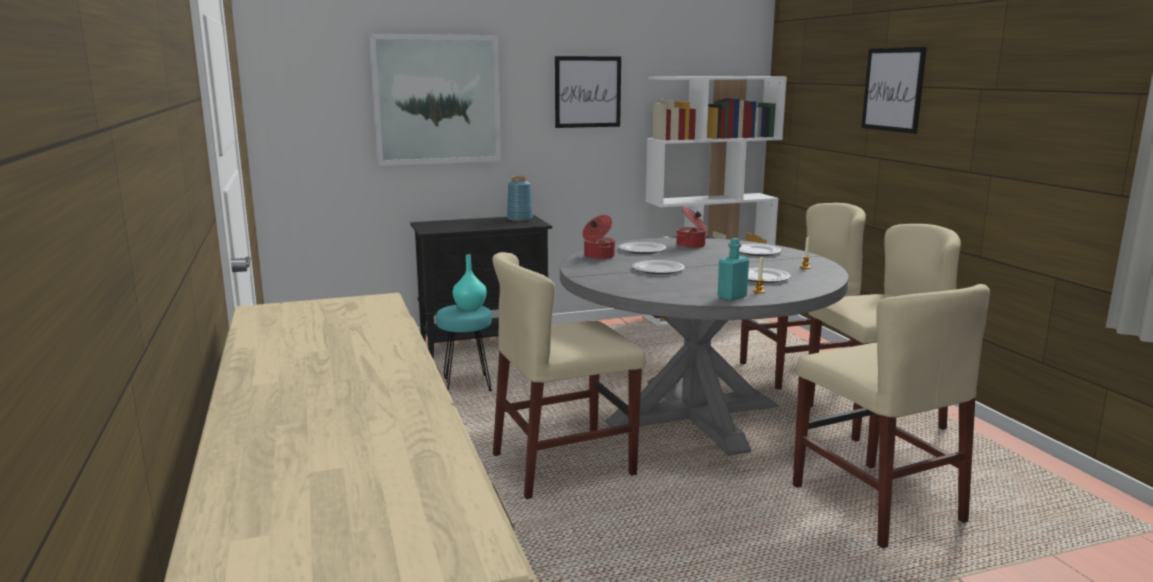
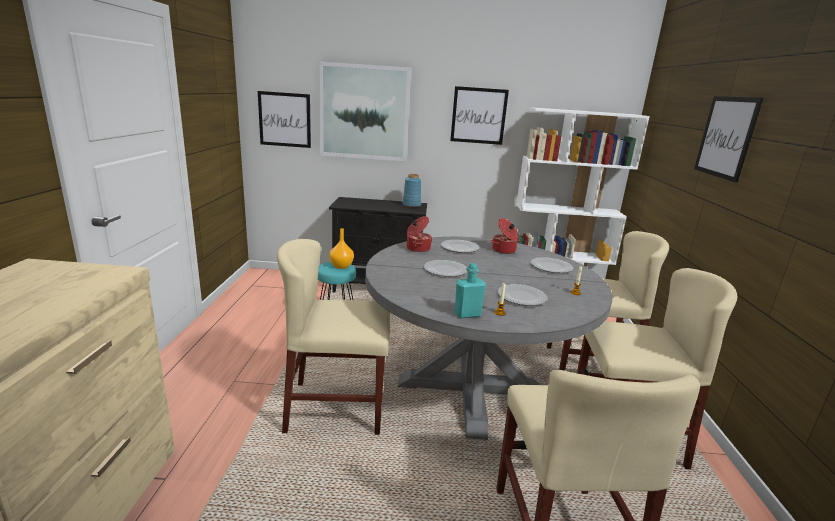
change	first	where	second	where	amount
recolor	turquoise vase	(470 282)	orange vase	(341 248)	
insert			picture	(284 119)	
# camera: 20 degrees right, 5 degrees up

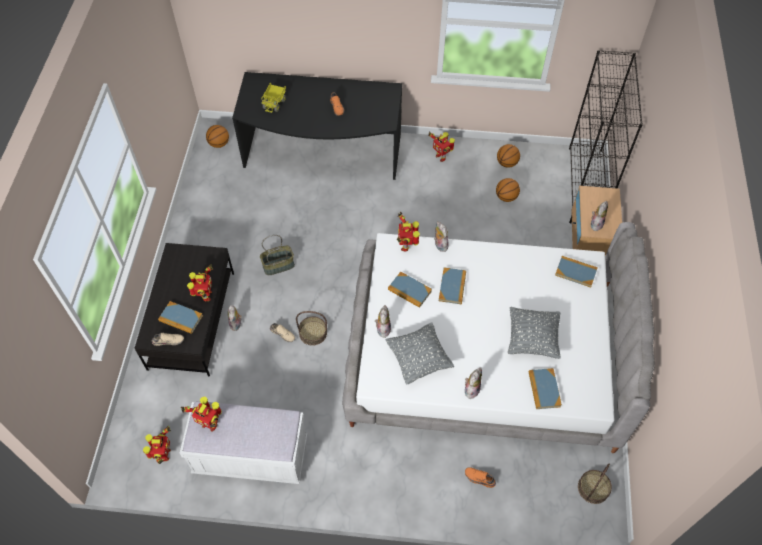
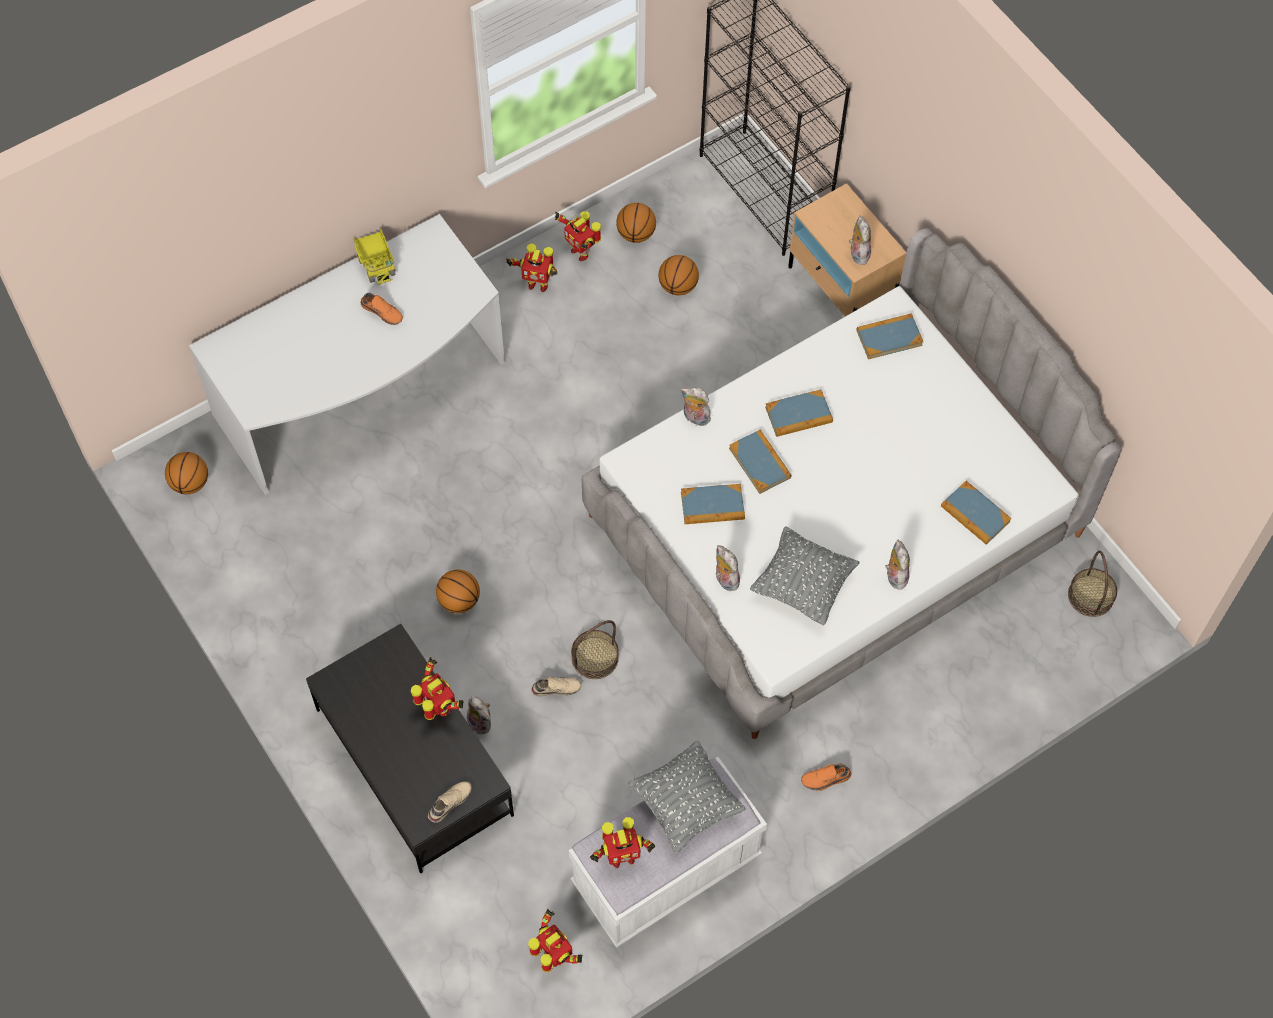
change	first	where	second	where	amount
move	book	(180 317)		(799 413)	
recolor	black desk	(317 126)	white desk	(347 354)	
replace	basket	(277 255)	basketball	(458 591)	
move	toy truck	(273 98)		(375 257)	
move	toy robot	(408 232)		(578 236)	
move	orange shoe	(480 477)		(826 777)	
move	grey pillow	(534 333)		(687 797)	
# camera: 40 degrees left, 5 degrees up

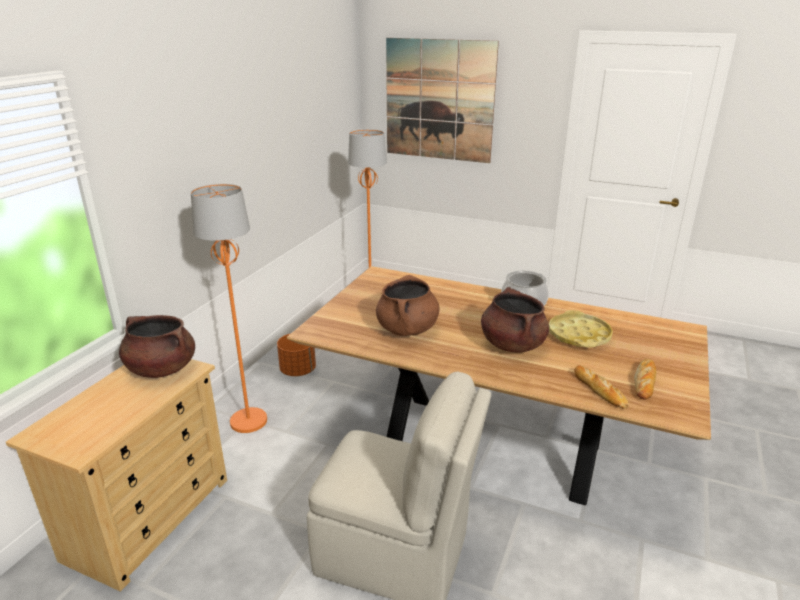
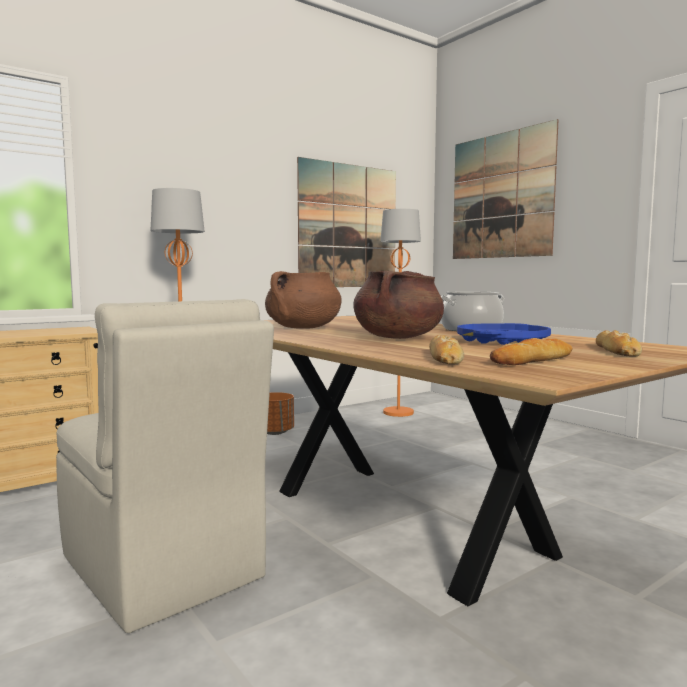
change	first	where	second	where	amount
delete	brown cooking pot	(157 346)			
recolor	yellow tray	(581 328)	blue tray	(504 334)	
insert			picture	(346 222)	
insert			bread	(619 343)	
# camera: 30 degrees right, 20 degrees down

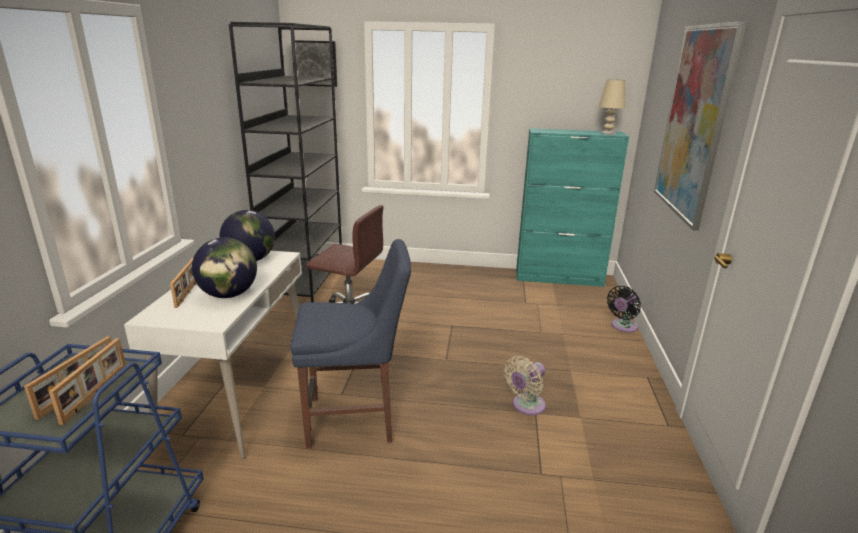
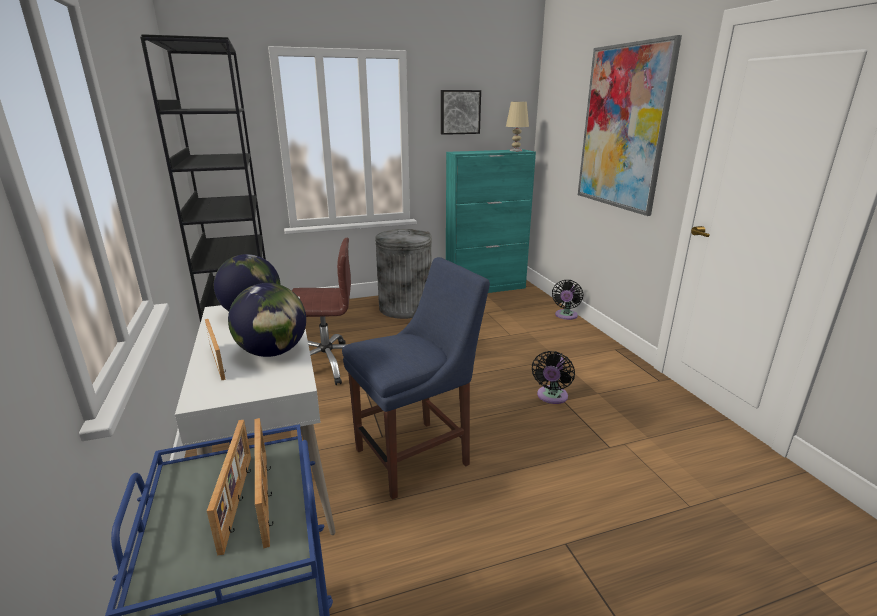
change	first	where	second	where	amount
move	picture	(316 63)		(461 112)	
recolor	beige fan	(525 385)	black fan	(553 377)	
insert			grey trash can	(403 274)	
# camera: 25 degrees left, 0 degrees up

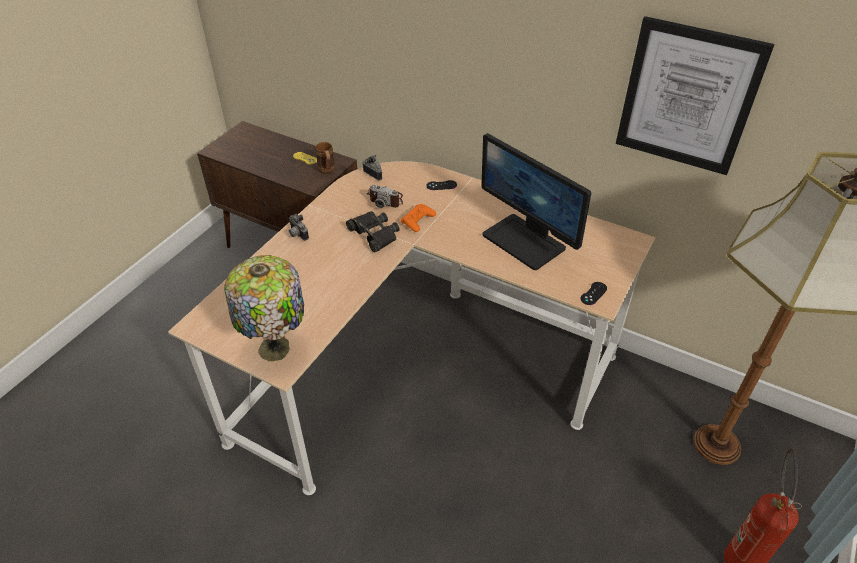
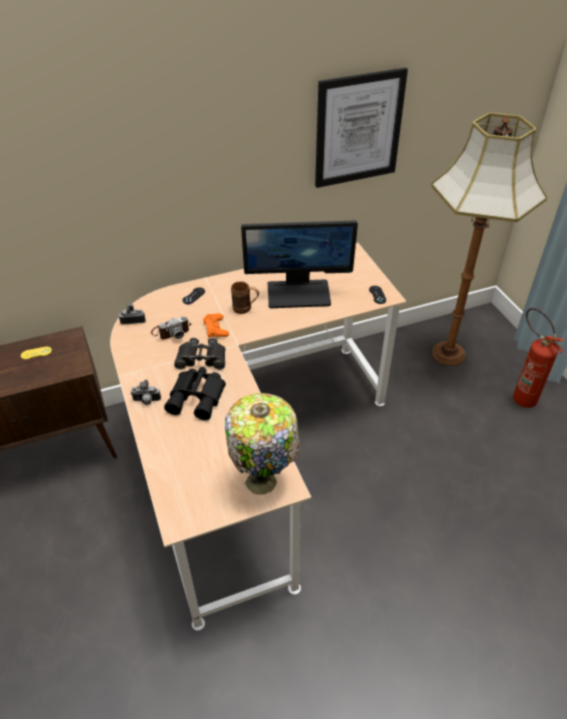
change	first	where	second	where	amount
move	brown mug	(325 158)		(245 297)	
insert			black binoculars	(195 394)	
# camera: 50 degrees left, 0 degrees up

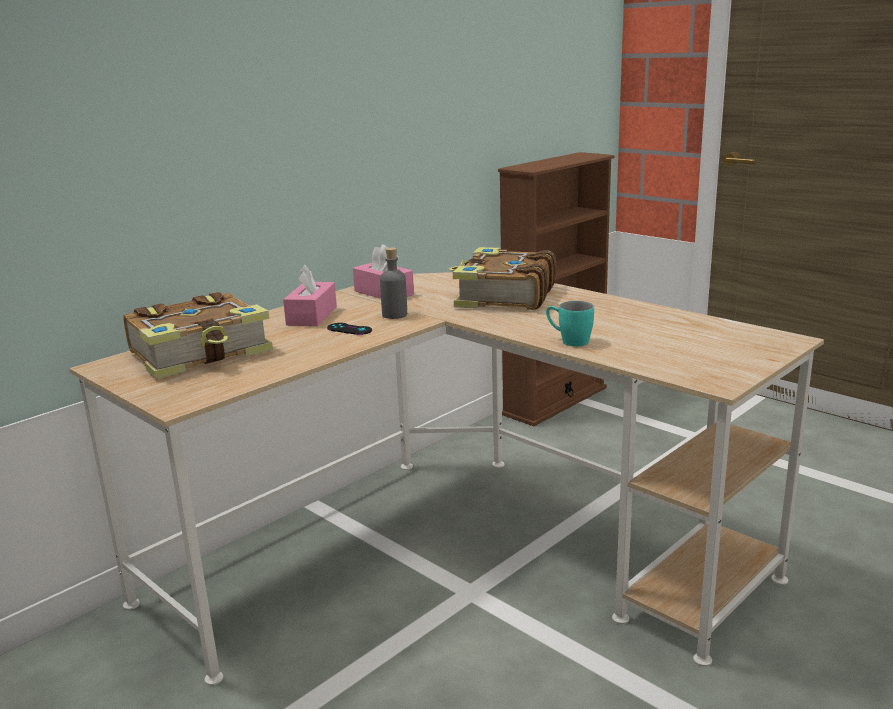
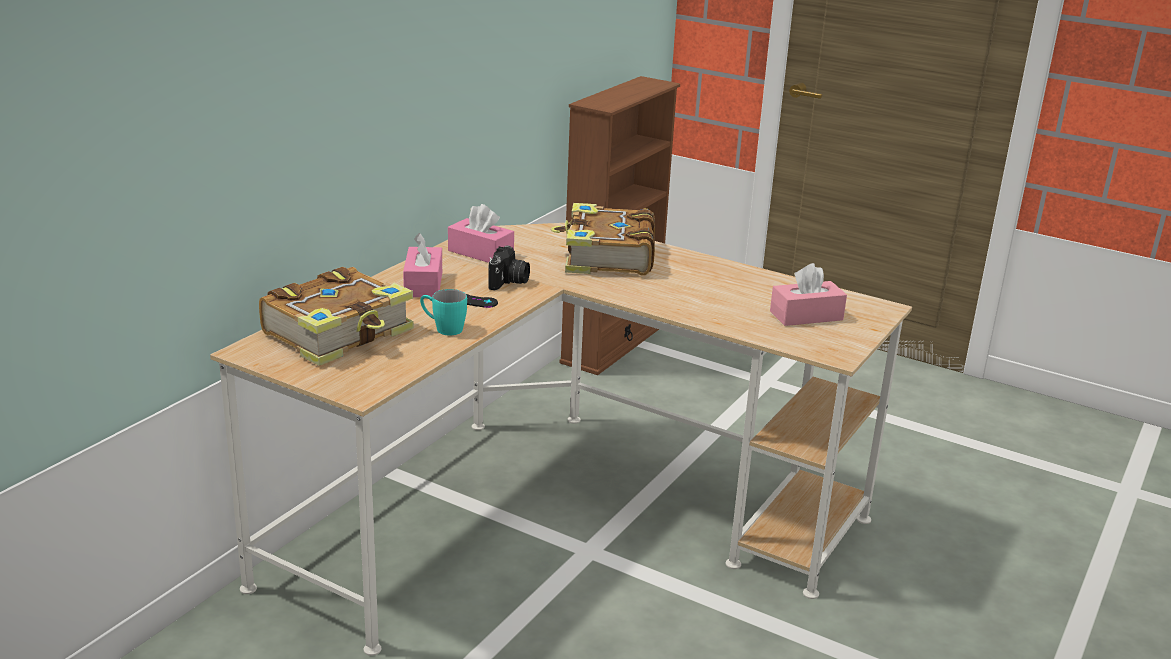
change	first	where	second	where	amount
replace	grey bottle	(393 283)	photo camera	(509 268)	
move	turquoise mug	(570 323)		(443 312)	
insert			pink tissue box	(808 294)	
# camera: 15 degrees left, 5 degrees up

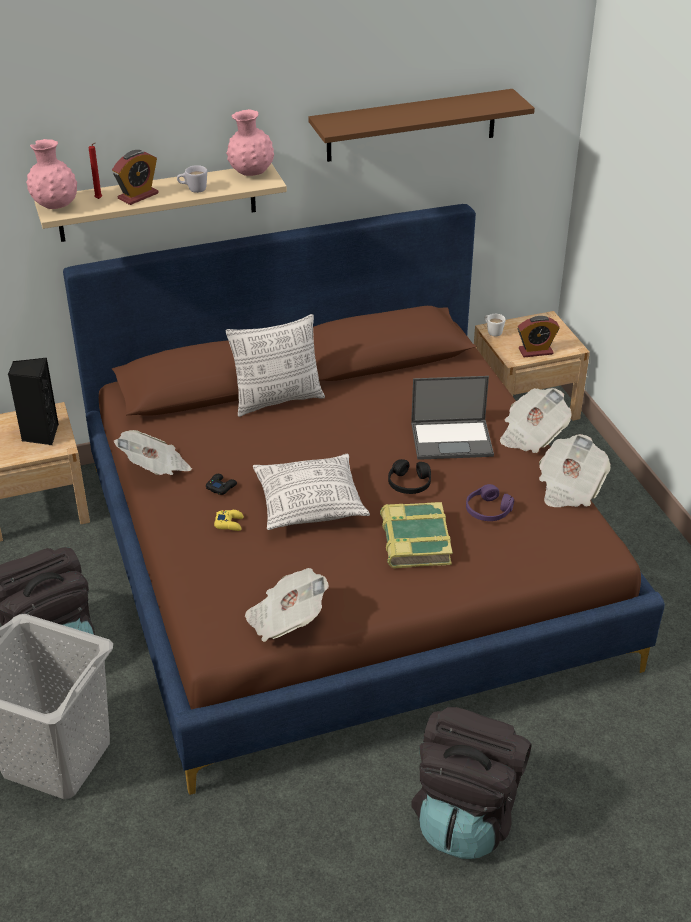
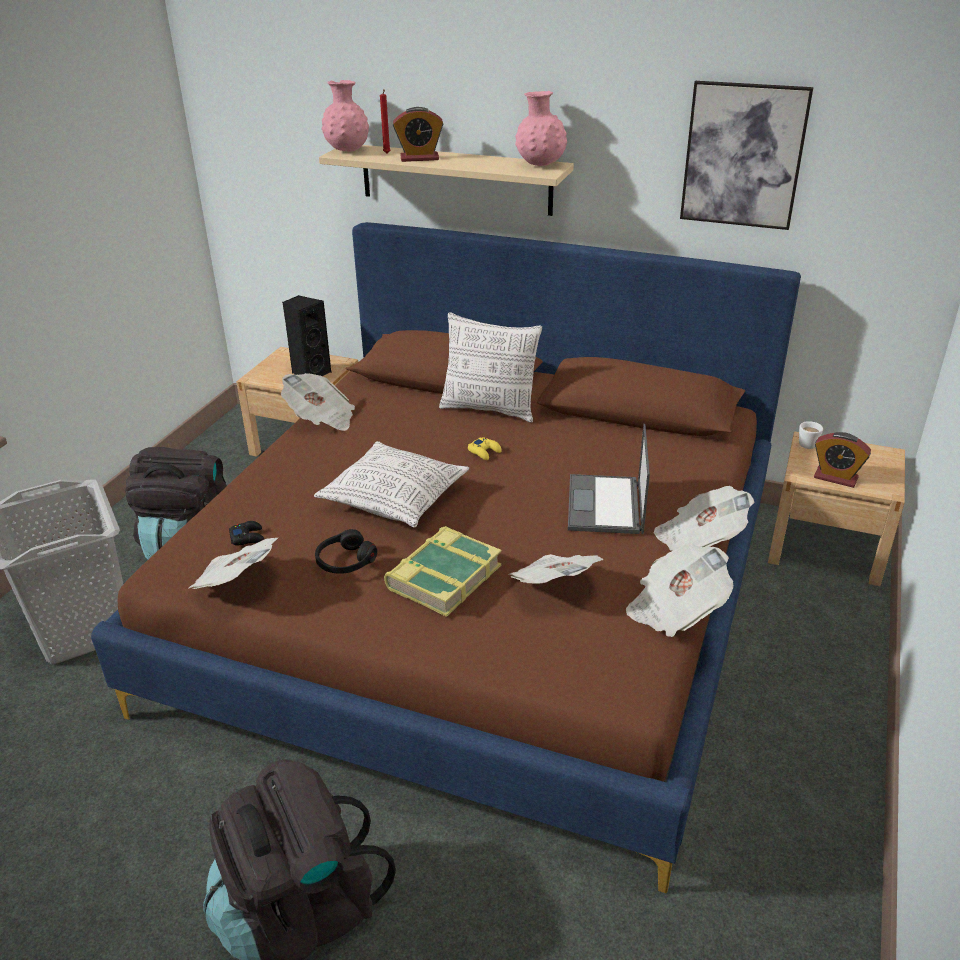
change	first	where	second	where	amount
delete	white mug	(192 179)			
move	black game controller	(221 484)		(246 533)	
move	yellow game controller	(229 520)		(485 449)	
replace	brown shelf	(421 125)	picture	(747 155)	
move	black headphones	(409 476)		(346 551)	
rotate	laptop	(452 418)		(609 479)	60 degrees clockwise
replace	purple headphones	(490 502)	newspaper	(556 569)	
# camera: 40 degrees right, 5 degrees down

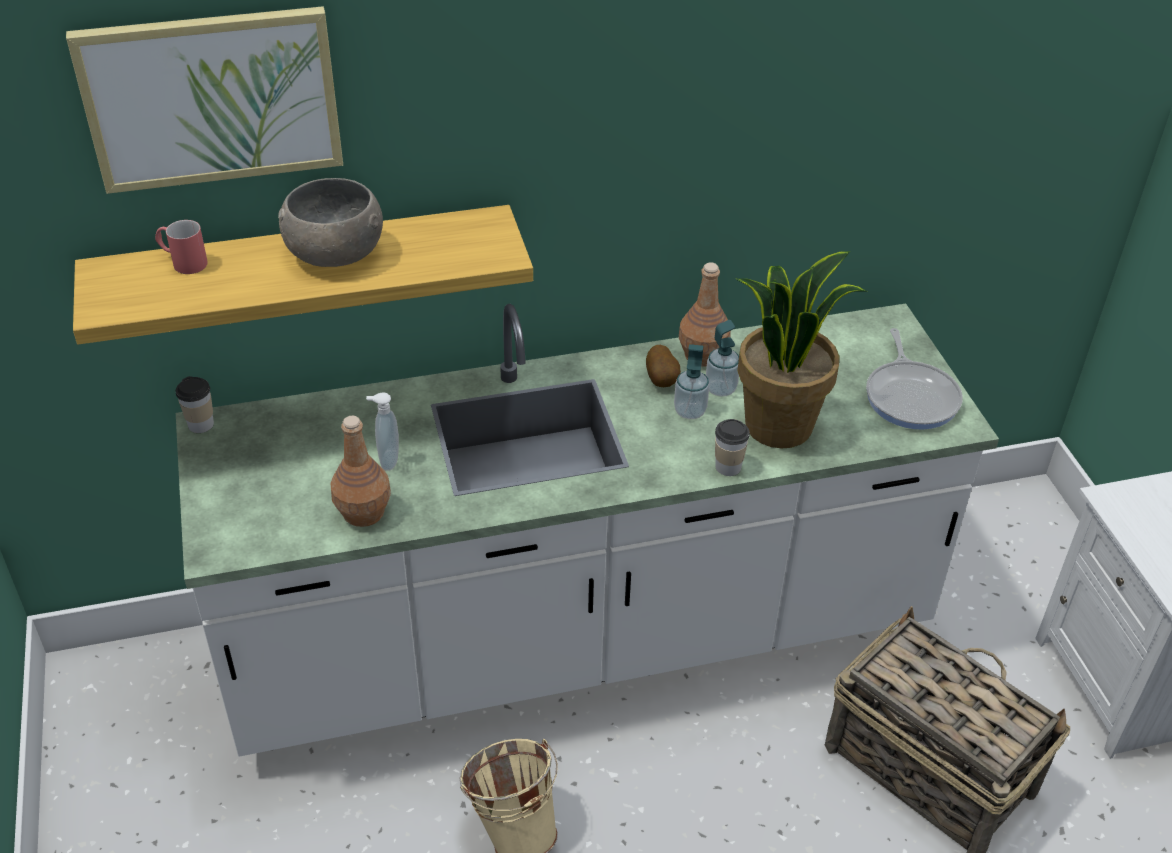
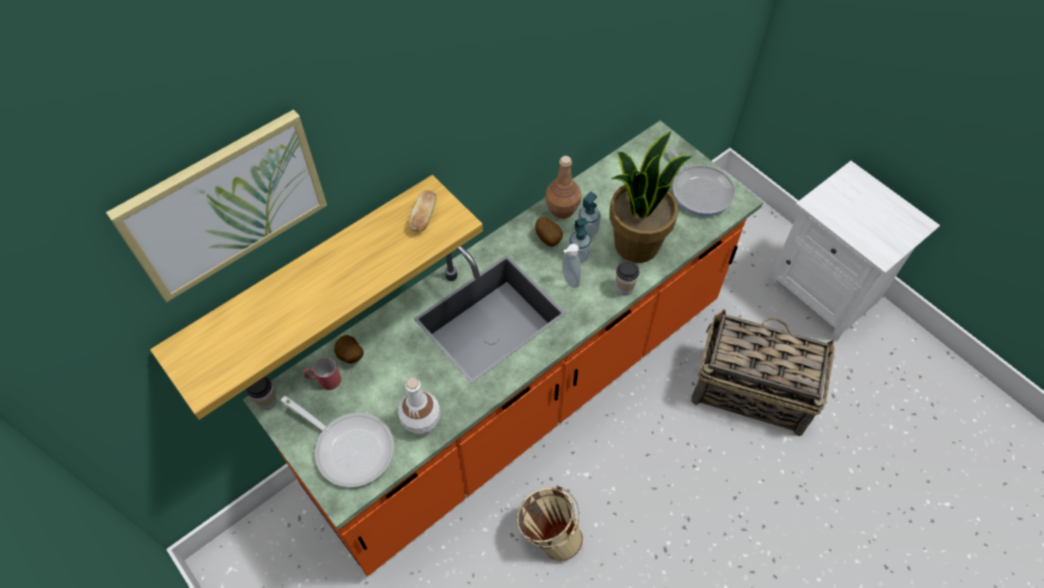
change	first	where	second	where	amount
move	red mug	(181 247)		(322 373)	
recolor	white counter	(587 530)	orange counter	(503 349)	
delete	grey bowl	(330 222)			
recolor	brown bottle	(360 471)	white bottle	(419 406)	
move	soap dispenser	(382 431)		(571 266)	
insert			frying pan	(337 441)	
insert			potato	(349 349)	
insert			bread	(423 211)	
# camera: 25 degrees left, 15 degrees up

